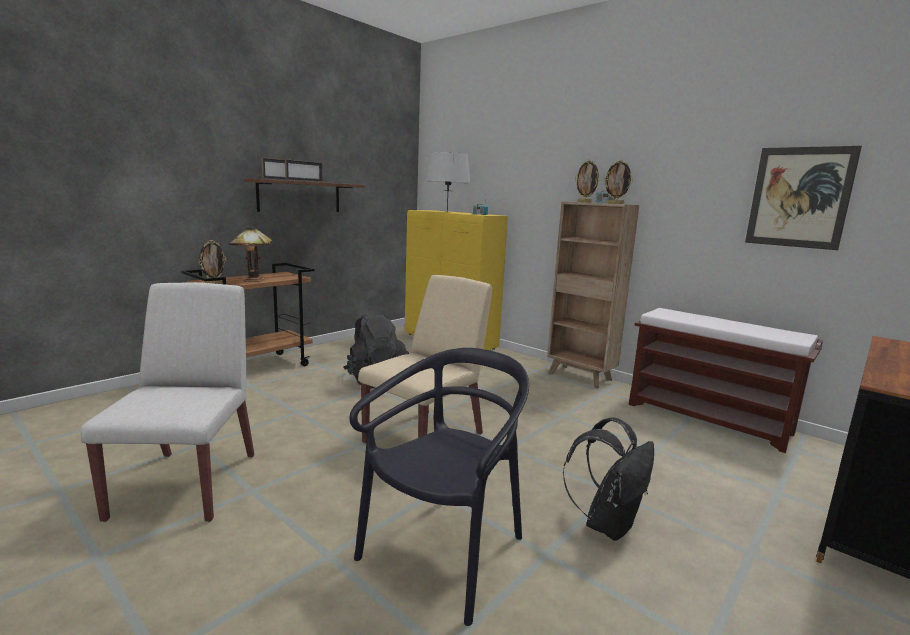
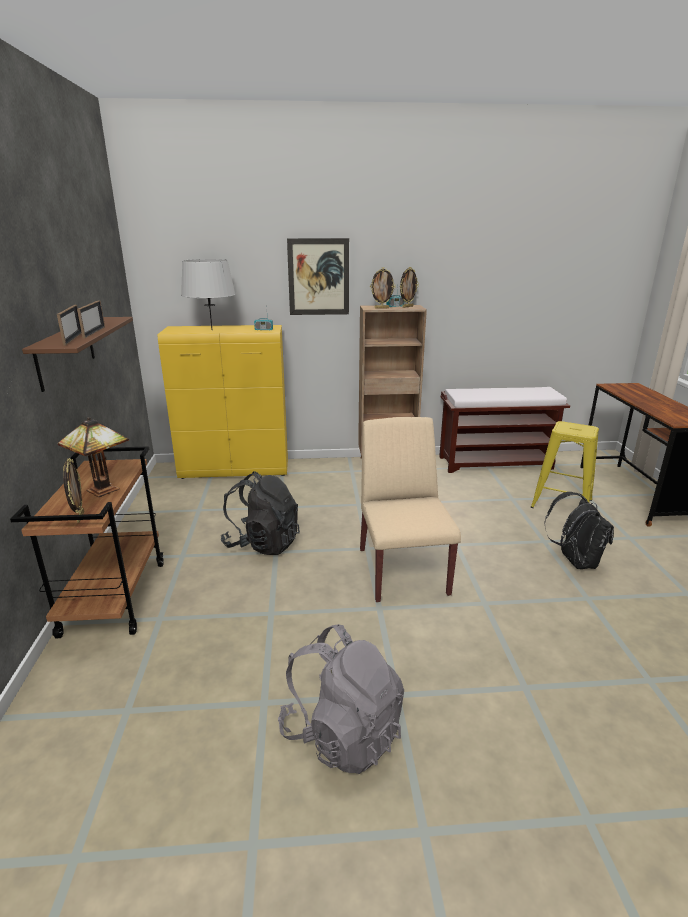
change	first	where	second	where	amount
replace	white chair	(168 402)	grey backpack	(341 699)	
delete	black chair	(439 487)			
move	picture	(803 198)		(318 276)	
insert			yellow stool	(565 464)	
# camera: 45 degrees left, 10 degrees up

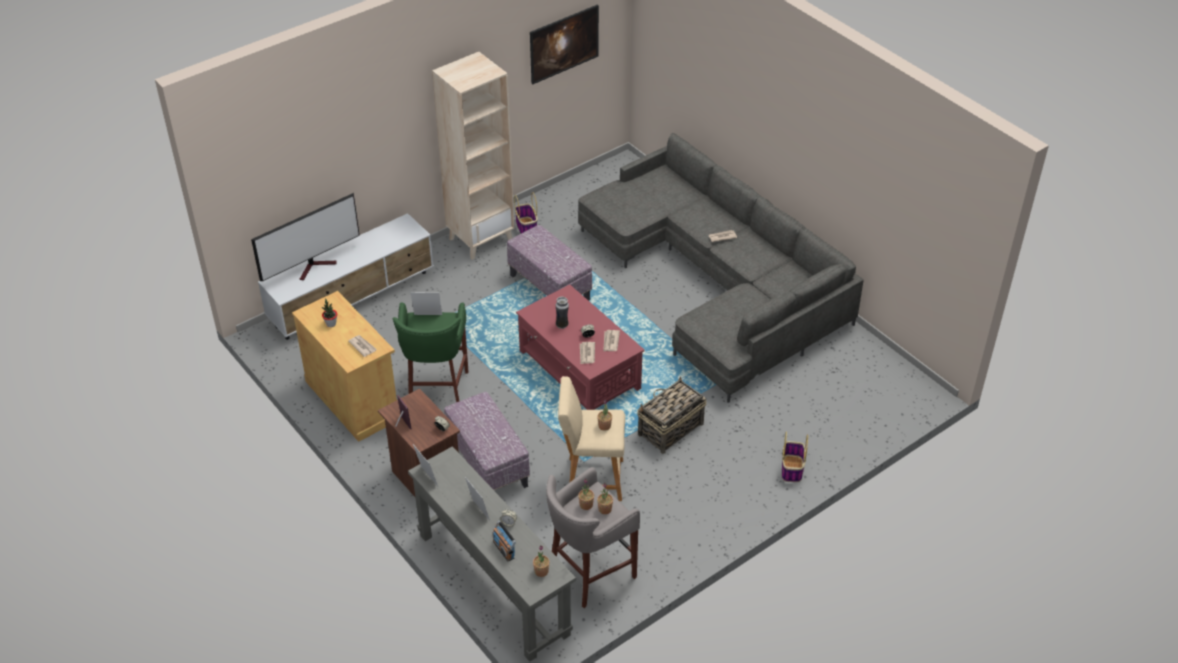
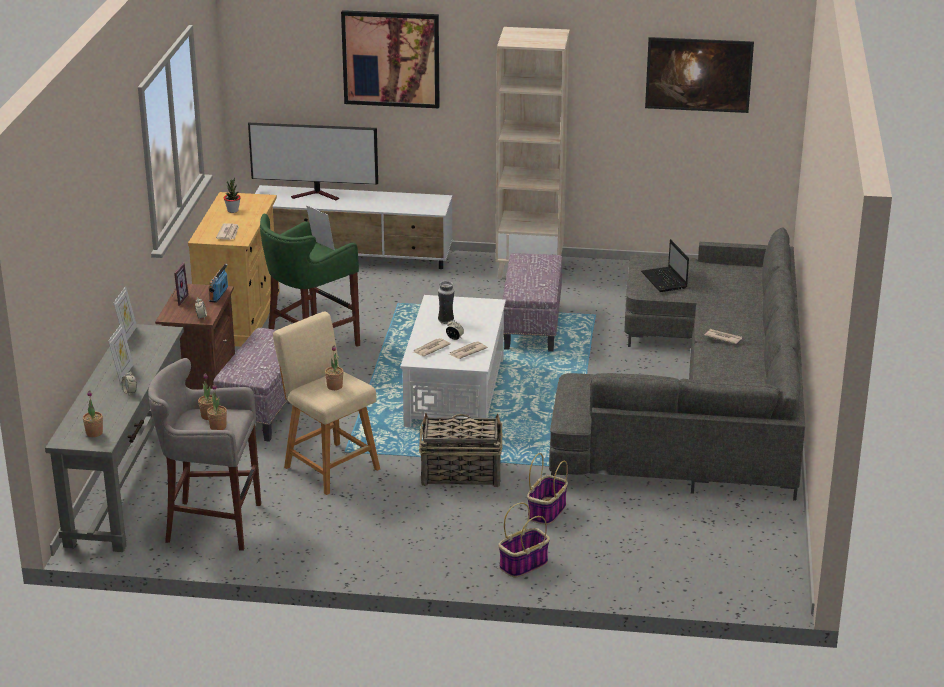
change	first	where	second	where	amount
move	radio	(504 541)		(218 283)	
move	basket	(526 213)		(547 489)	
recolor	red coffee table	(580 347)	white coffee table	(453 361)	
insert			picture	(390 59)	
insert			laptop	(665 265)	
# camera: 45 degrees right, 15 degrees down

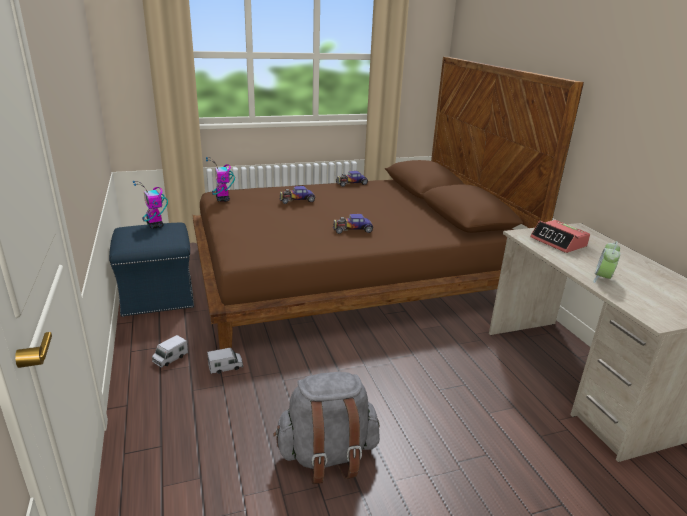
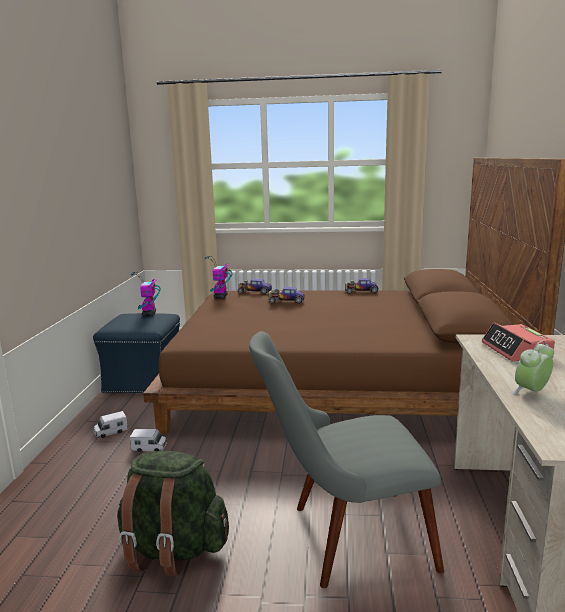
change	first	where	second	where	amount
recolor	grey backpack	(326 428)	green backpack	(173 513)	
move	toy car	(353 224)		(255 286)	
insert			grey chair	(346 459)	
# camera: 25 degrees right, 10 degrees down

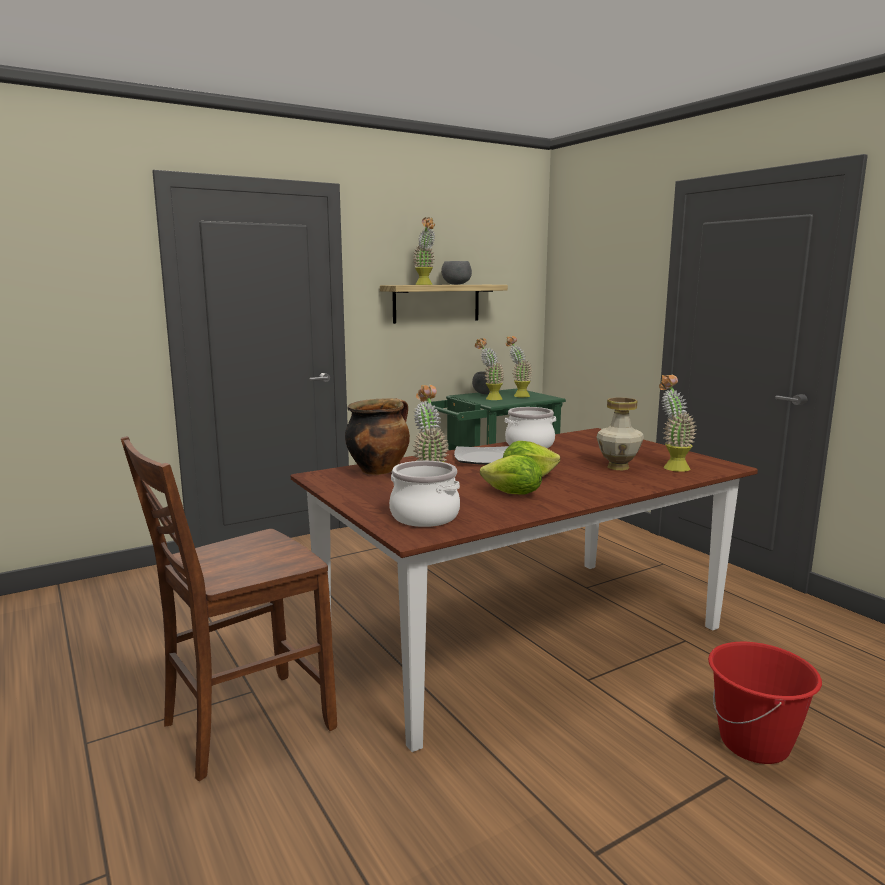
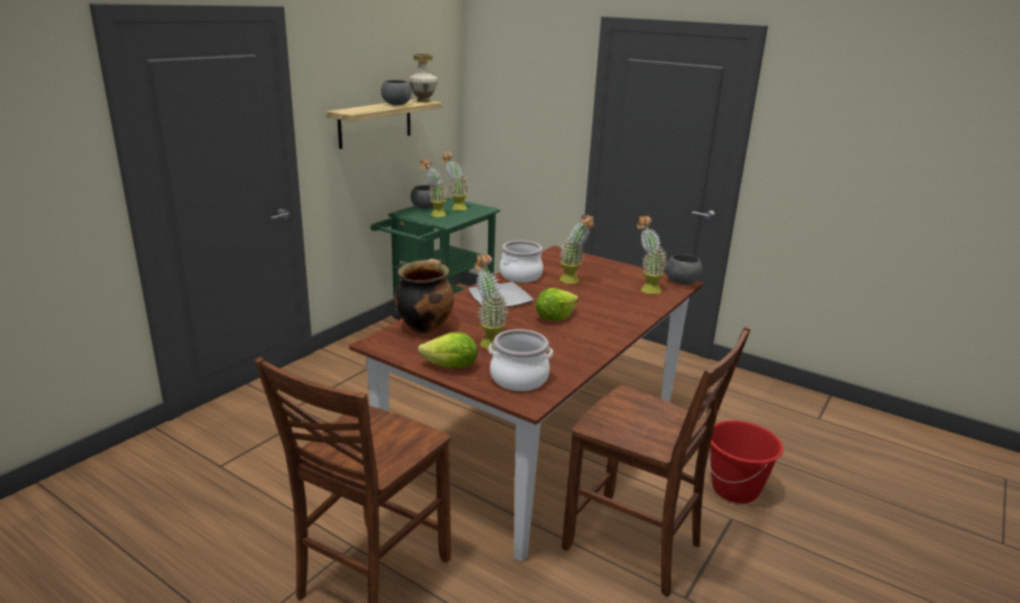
change	first	where	second	where	amount
move	potted plant	(424 251)		(576 249)	
move	lettuce	(511 475)		(447 350)	
move	vase	(620 433)		(423 78)	
insert			brown chair	(656 461)	
insert			grey bowl	(684 269)	
# camera: 25 degrees left, 10 degrees up

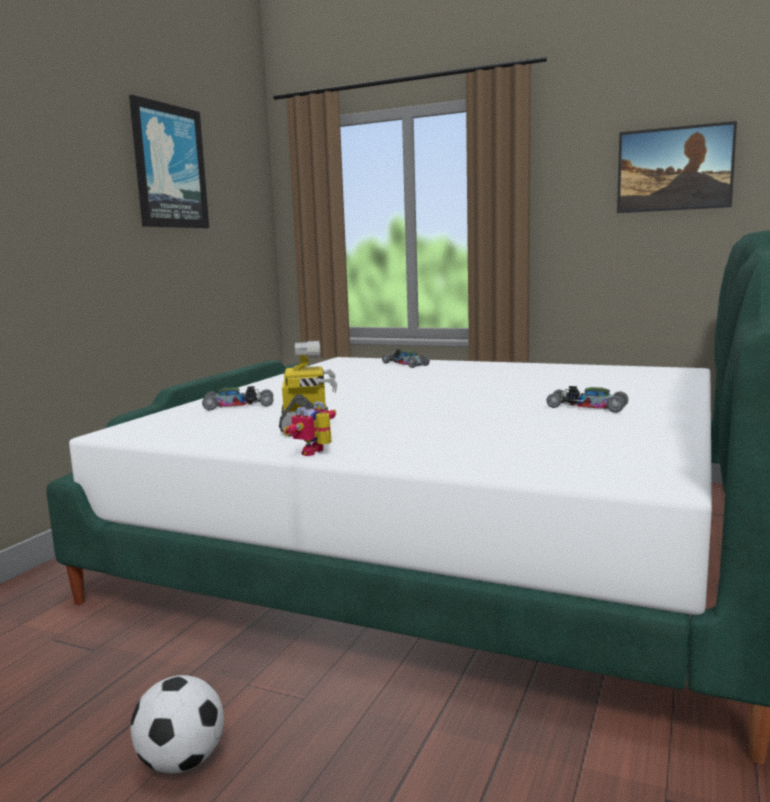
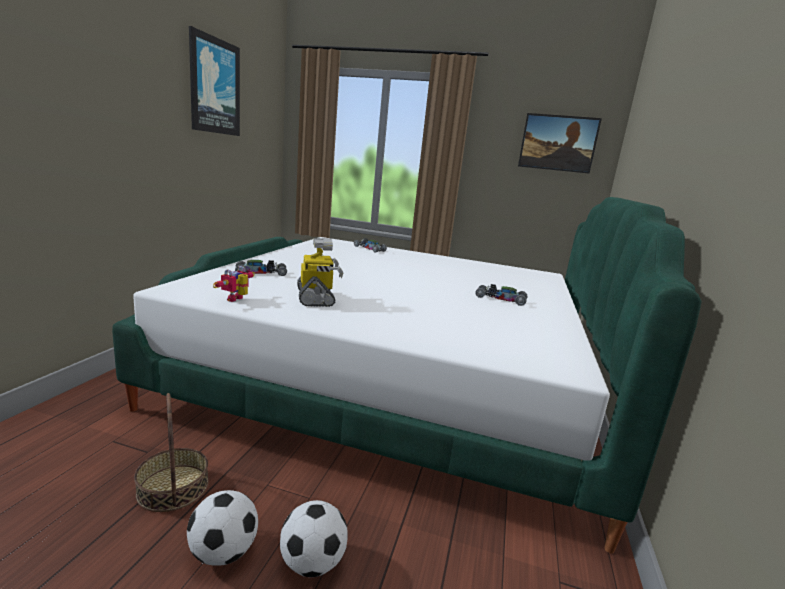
change	first	where	second	where	amount
move	toy robot	(309 428)		(234 284)	
insert			basket	(171 452)	
insert			football	(314 538)	
# camera: 10 degrees left, 5 degrees up

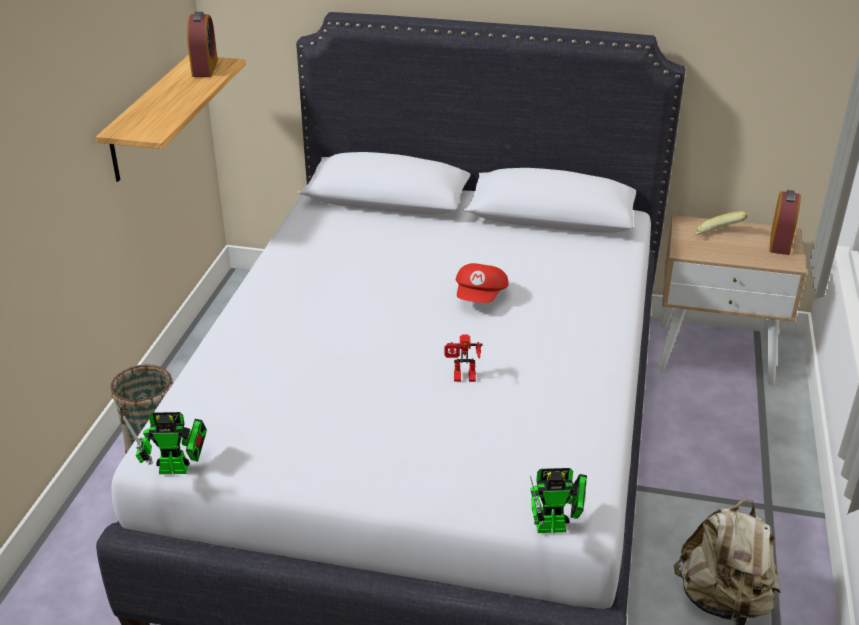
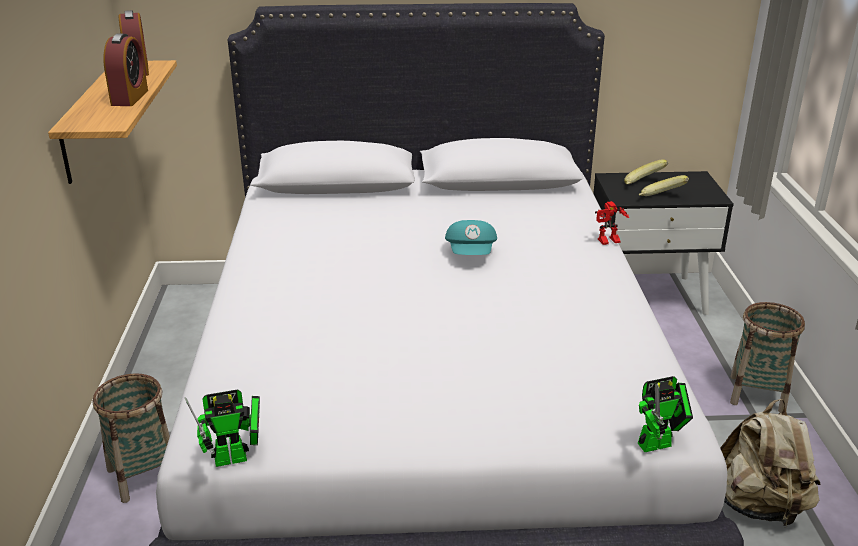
change	first	where	second	where	amount
move	toy robot	(464 358)		(612 223)	
recolor	red cap	(482 283)	turquoise cap	(471 237)	
recolor	beige nightstand	(732 300)	black nightstand	(663 243)	
move	alarm clock	(785 222)		(125 70)	
insert			banana	(664 185)	
insert			basket	(767 357)	
# camera: 15 degrees left, 5 degrees down

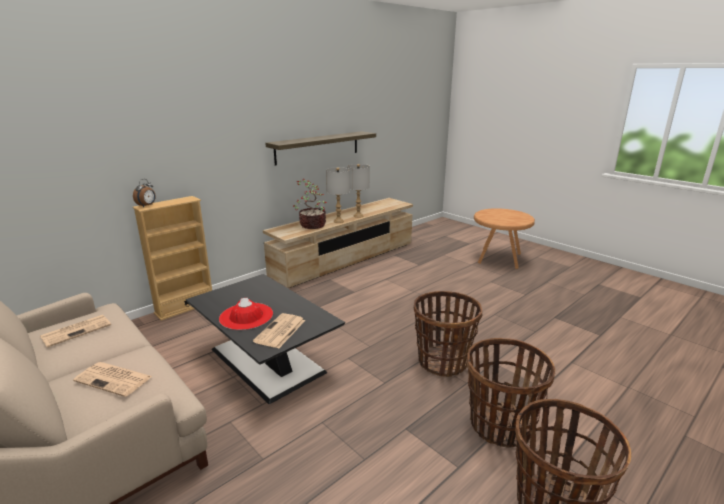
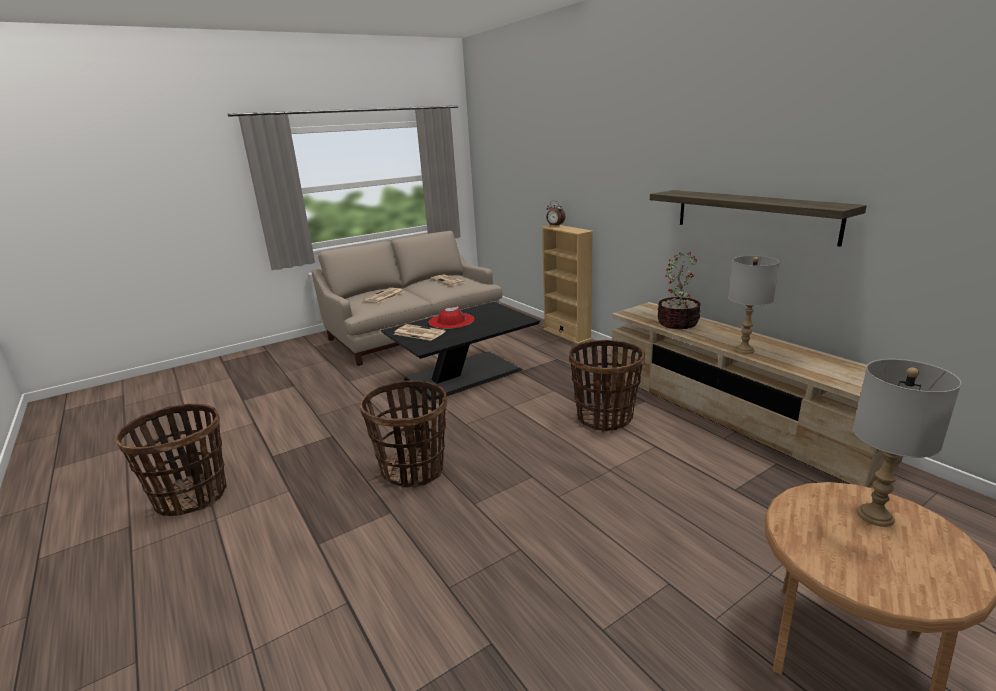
change	first	where	second	where	amount
move	grey table lamp	(338 195)		(907 443)	
move	basket	(511 393)		(607 386)	
# camera: 100 degrees right, 0 degrees up

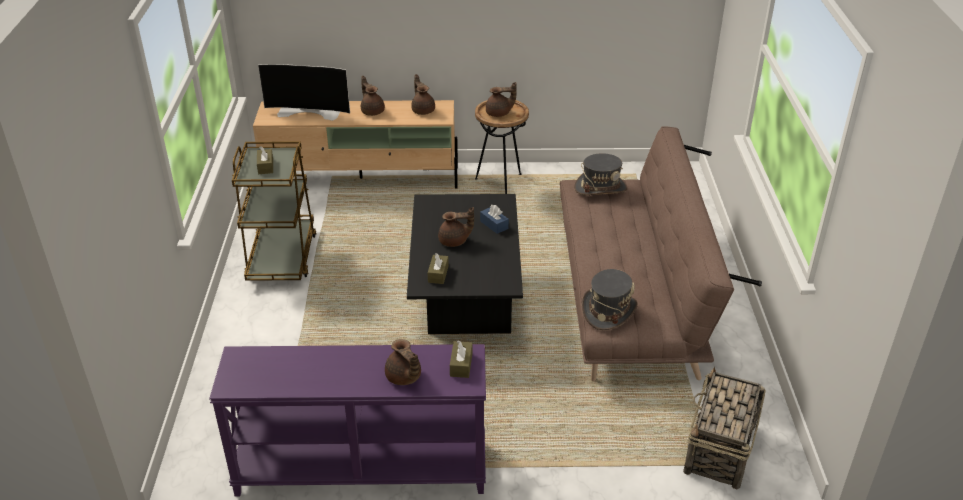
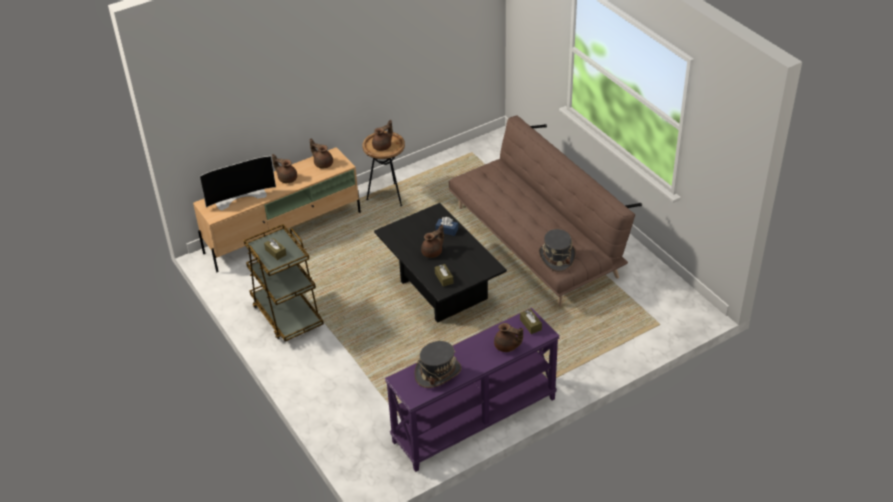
change	first	where	second	where	amount
move	grey hat	(600 174)		(437 364)	
delete	basket	(724 428)			
# camera: 30 degrees left, 5 degrees up

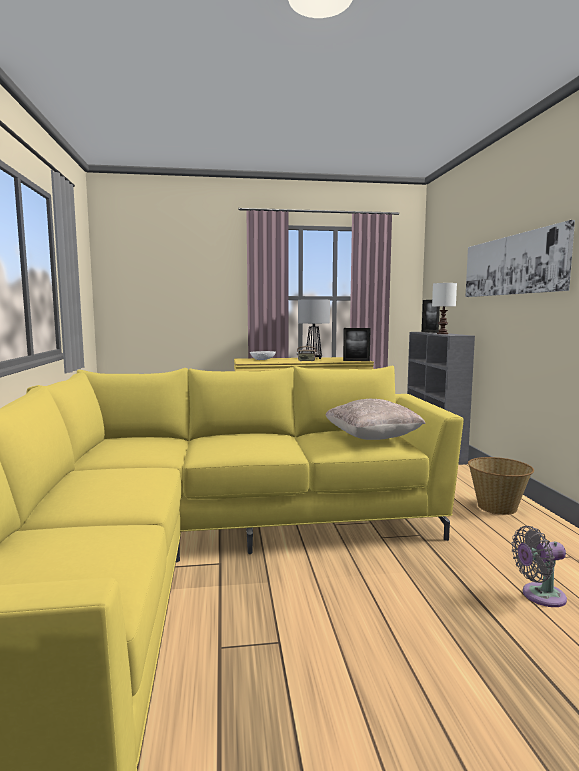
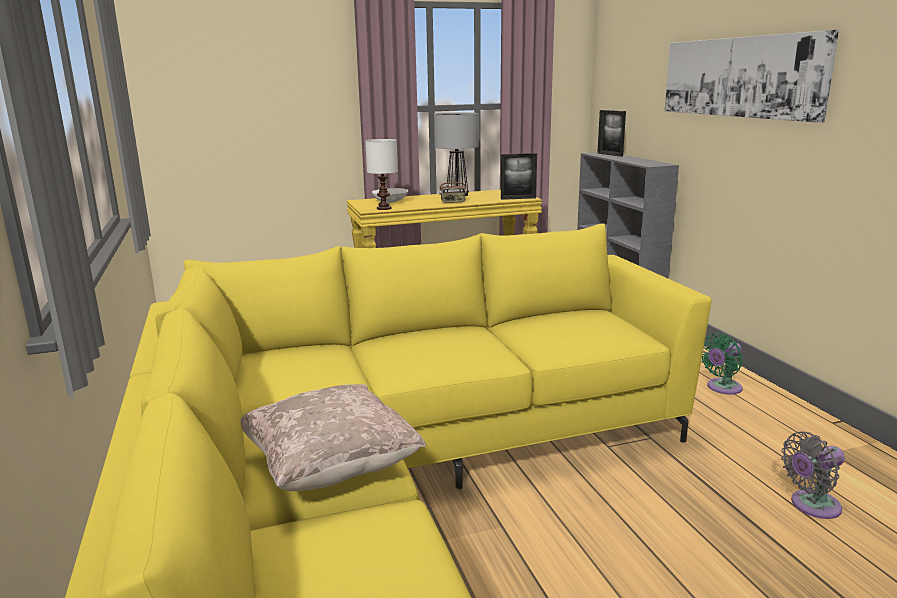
change	first	where	second	where	amount
move	beige pillow	(375 419)		(333 437)	
move	white table lamp	(444 308)		(381 174)	
replace	basket	(501 486)	green fan	(722 364)	
# camera: 10 degrees left, 10 degrees up

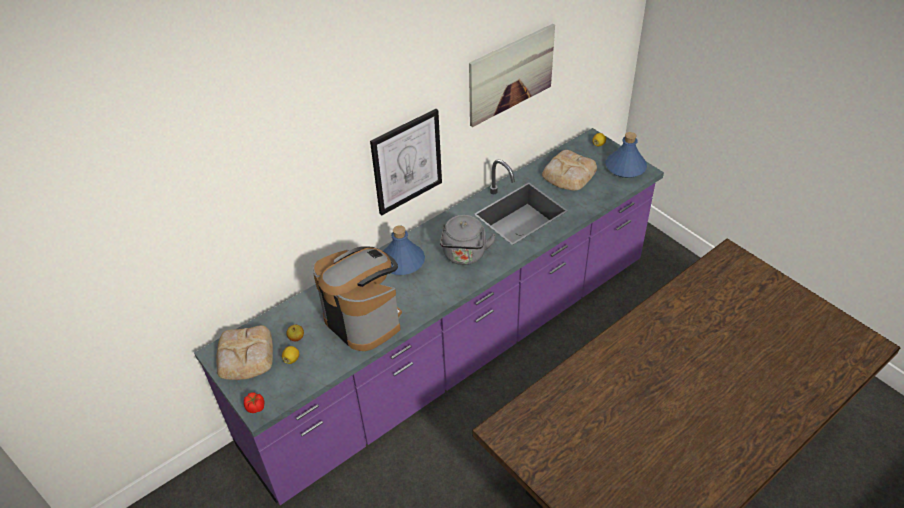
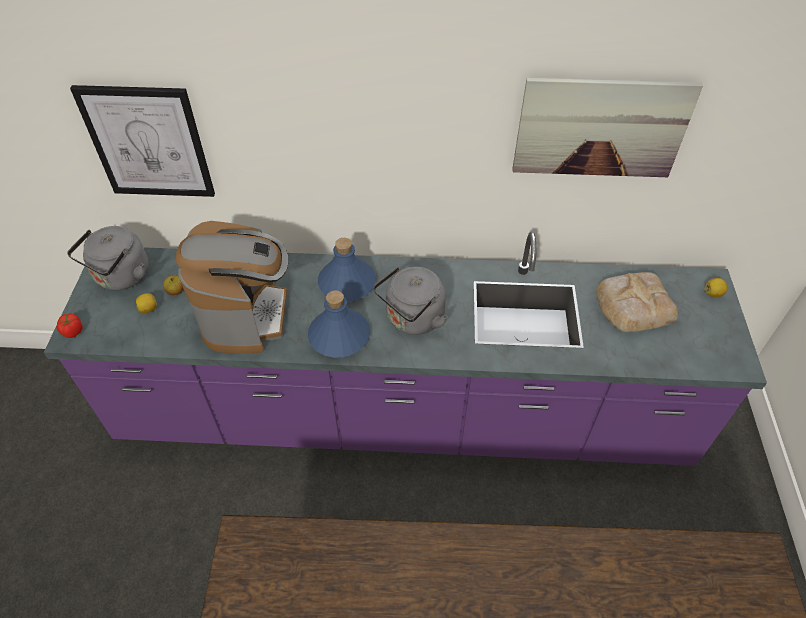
change	first	where	second	where	amount
replace	bread	(244 352)	grey kettle	(108 258)	
move	picture	(406 162)		(142 141)	
move	blue bottle	(626 155)		(339 324)	
# camera: 40 degrees right, 5 degrees up

